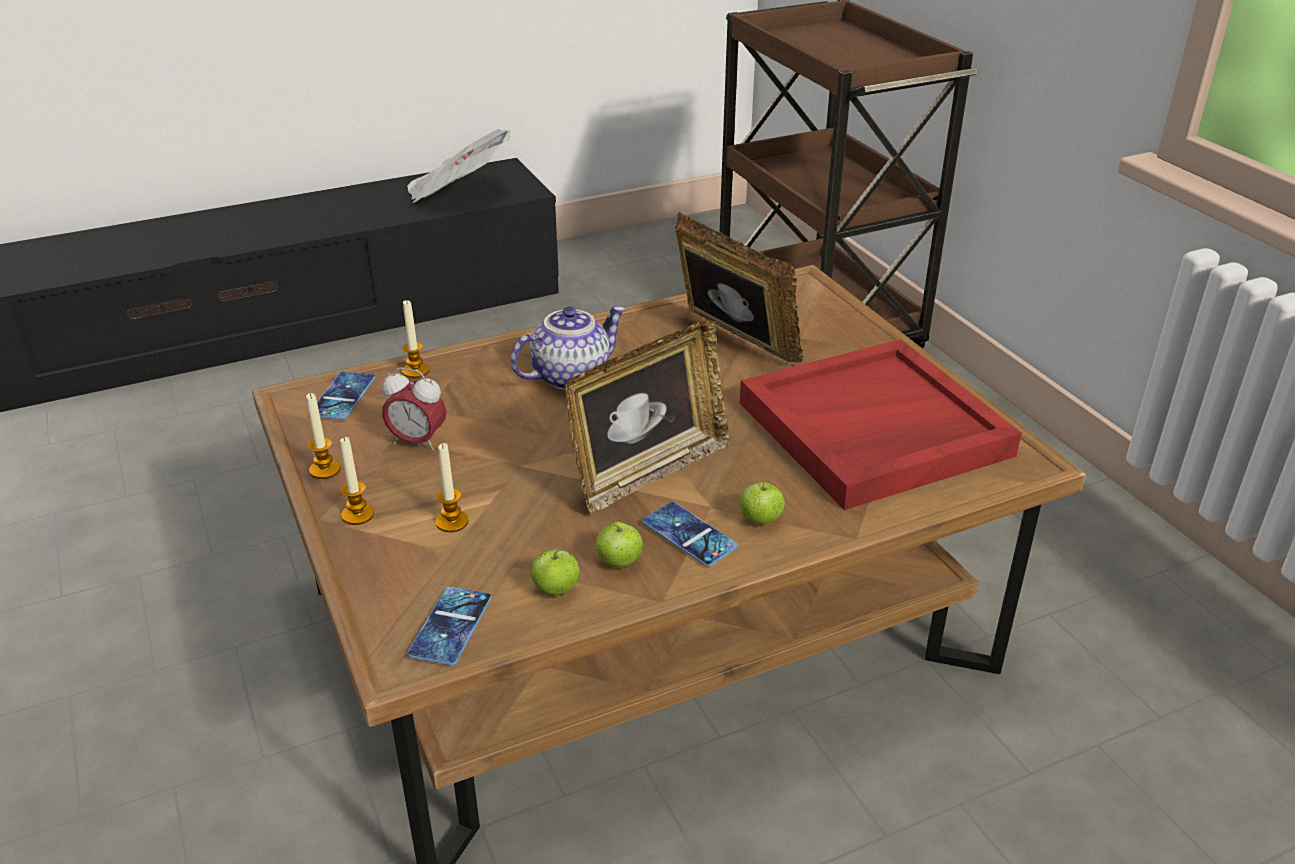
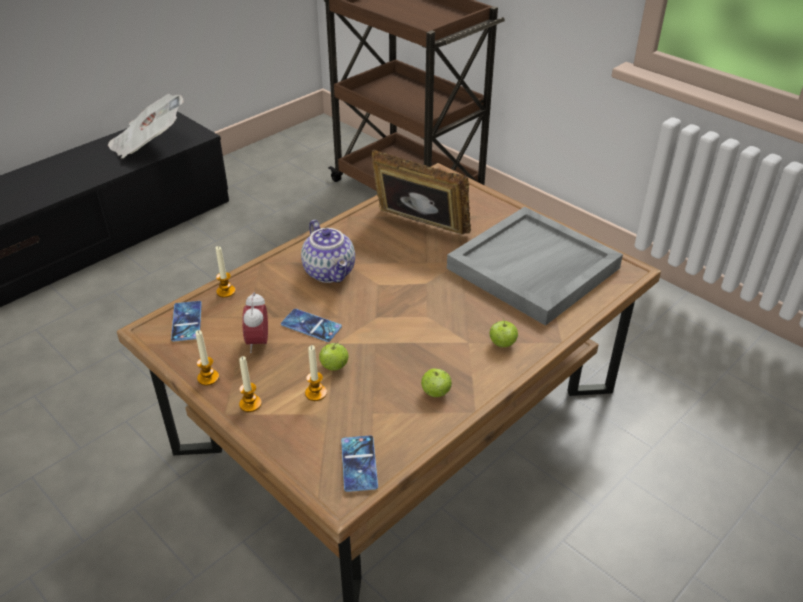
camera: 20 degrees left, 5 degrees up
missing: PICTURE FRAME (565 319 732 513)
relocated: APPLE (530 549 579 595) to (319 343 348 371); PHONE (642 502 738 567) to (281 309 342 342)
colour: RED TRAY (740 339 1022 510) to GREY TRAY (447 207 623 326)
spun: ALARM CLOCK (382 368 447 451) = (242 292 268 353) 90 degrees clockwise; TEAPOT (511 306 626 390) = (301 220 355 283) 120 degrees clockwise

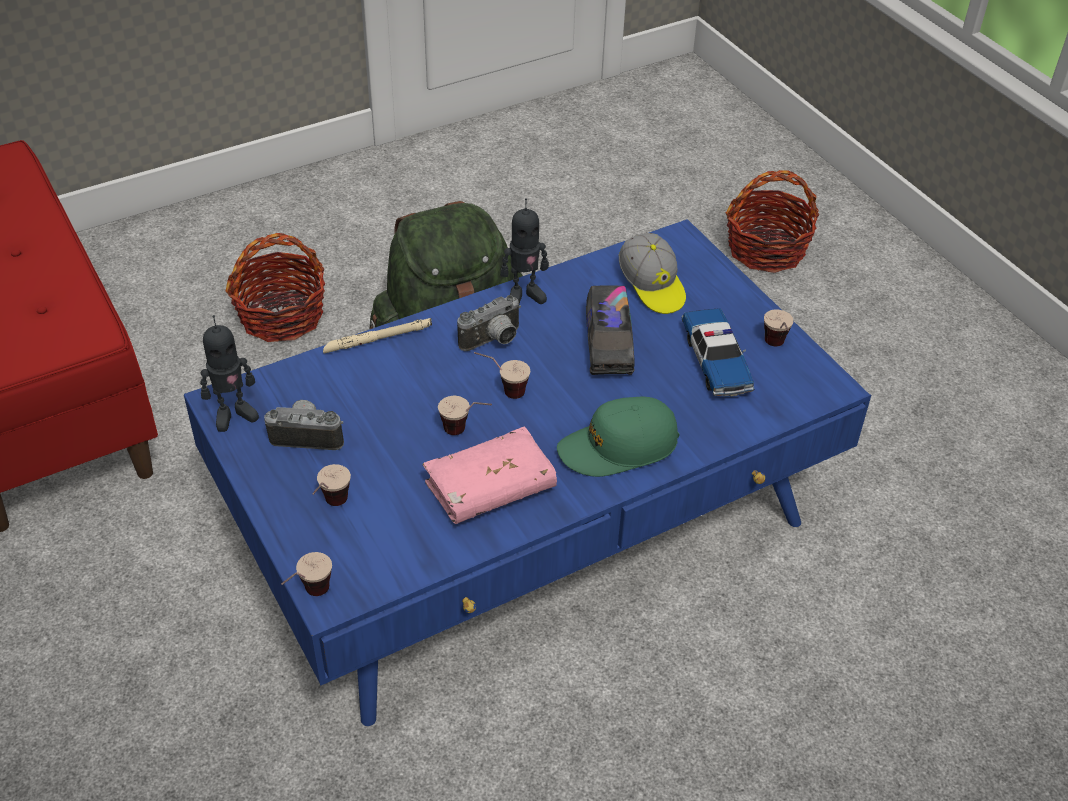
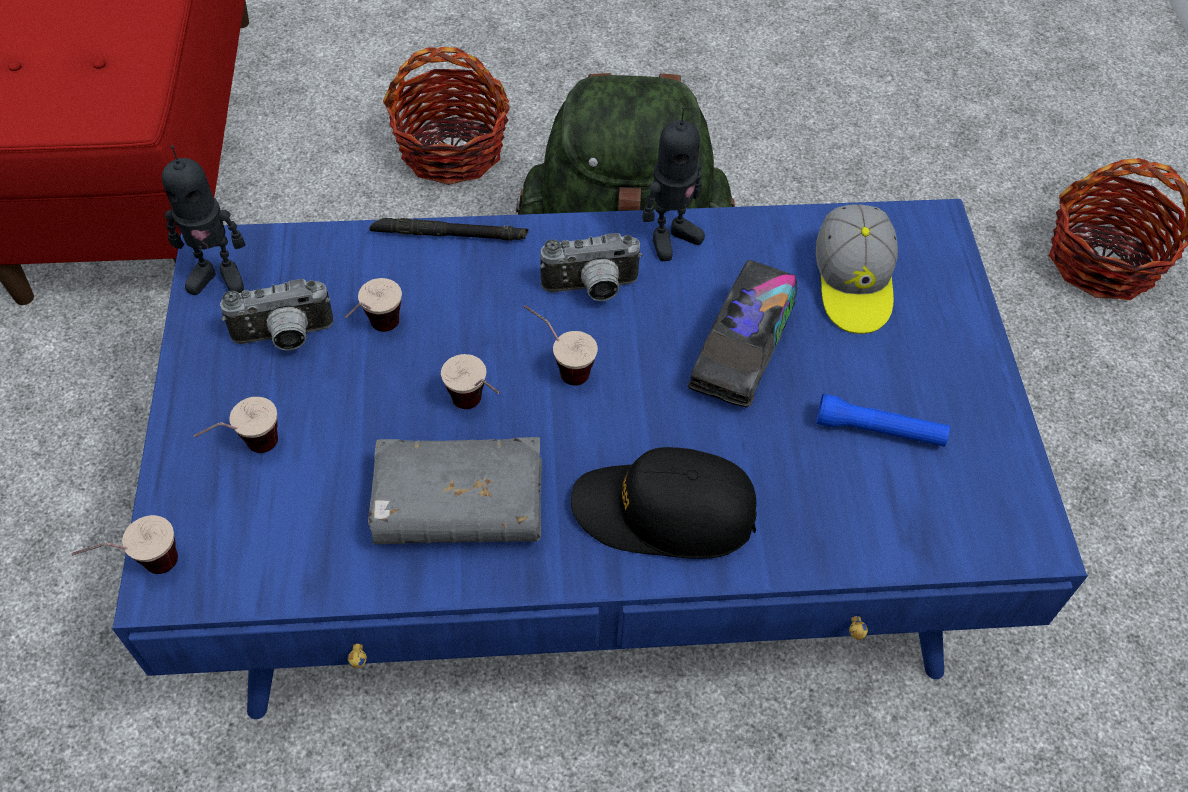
camera: 25 degrees right, 10 degrees up
relocated: CUP (764 309 793 346) to (345 278 402 332)
exchanged: TOY CAR (682 308 754 397) to BLUE FLASHLIGHT (816 394 950 447)
colour: BEIGE FLASHLIGHT (323 318 432 354) to BLACK FLASHLIGHT (369 218 529 241); PINK BOOK (423 427 557 524) to GREY BOOK (368 437 542 545); GREEN CAP (557 397 680 477) to BLACK CAP (571 447 757 559)
spun: PHOTO CAMERA (264 400 344 450) = (220 279 334 350) 135 degrees clockwise; TOY ROBOT (500 198 549 304) = (642 107 705 261) 45 degrees counterclockwise

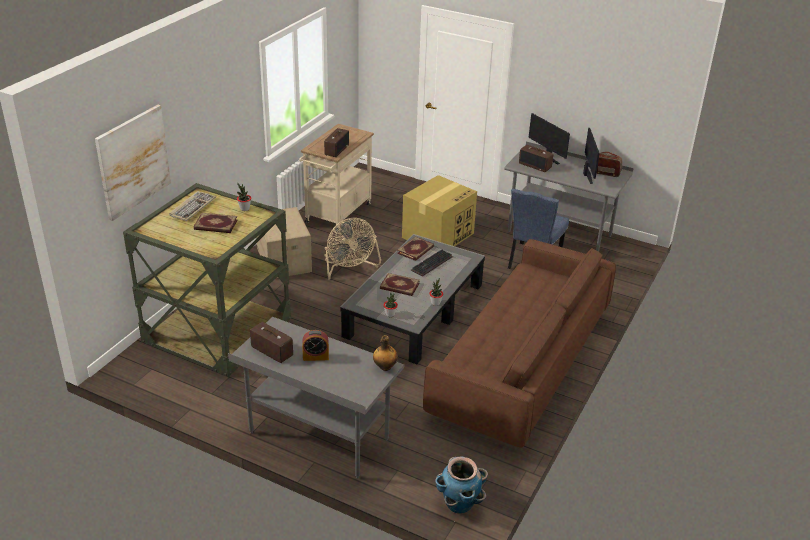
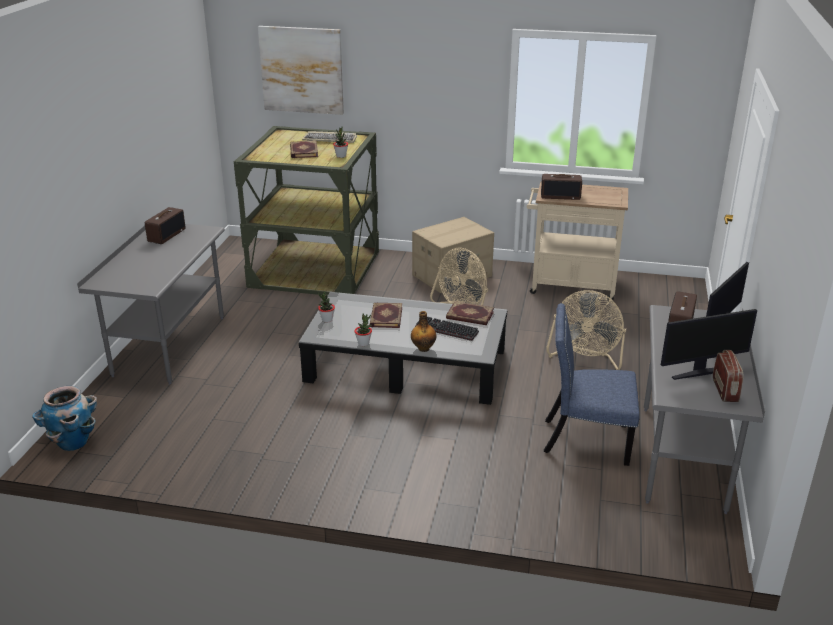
camera: 75 degrees right, 5 degrees down
missing: ALARM CLOCK (302 330 329 361); BROWN SOFA (423 239 616 447)
relocated: BOTTLE (373 335 398 371) to (411 311 436 352)
exchanged: CARDBOARD BOX (402 175 477 246) to BEIGE FAN (546 290 626 370)

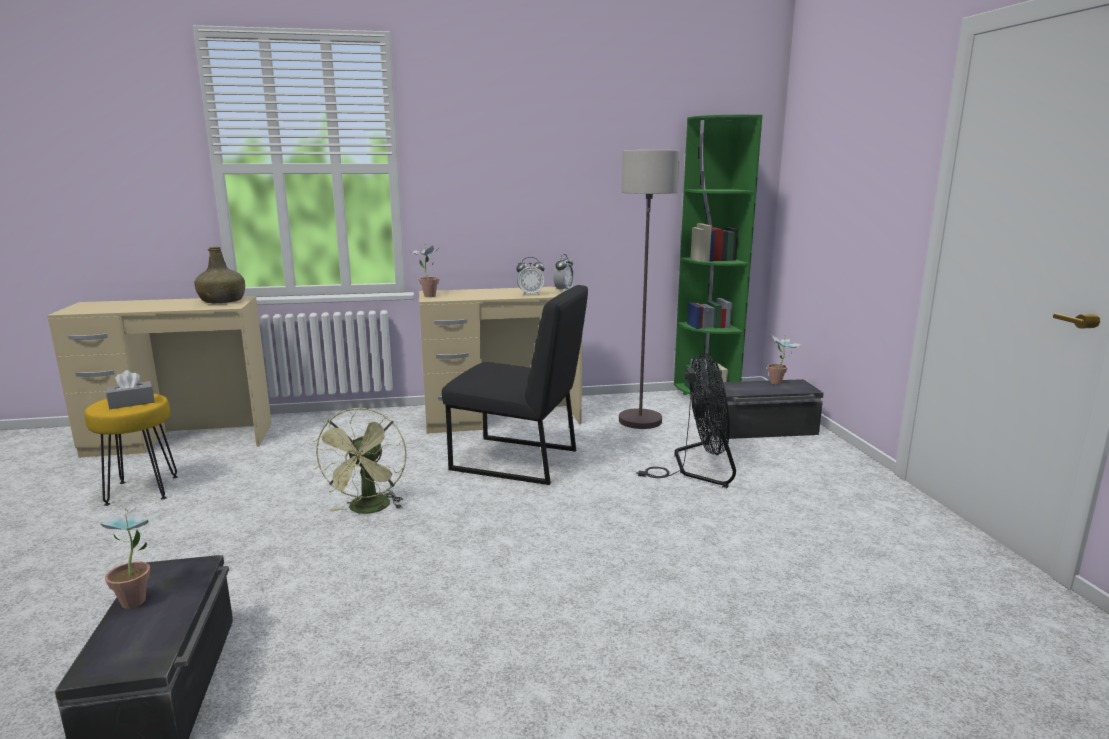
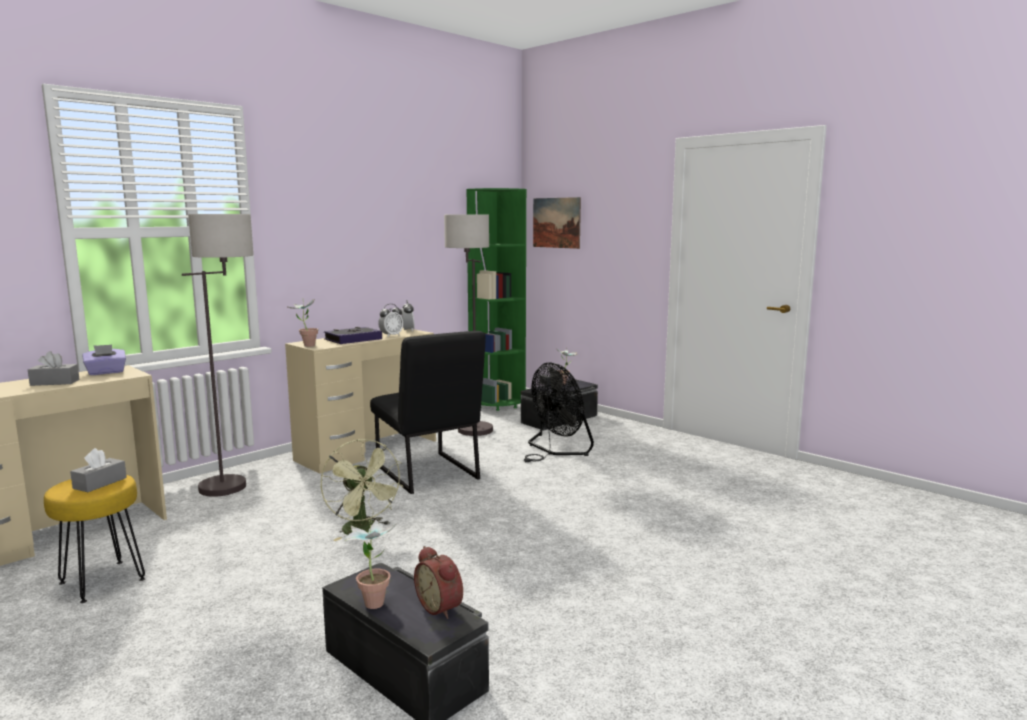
camera: 35 degrees left, 5 degrees down
appeared: GREY TISSUE BOX (28 351 79 386); GREY FLOOR LAMP (182 214 253 497); BOOK (324 327 382 344); ALARM CLOCK (414 546 463 619); PICTURE (533 197 581 249)
exchanged: GREEN BOTTLE (194 247 245 303) to PURPLE TISSUE BOX (82 344 126 375)
spun: BLACK CHAIR (442 285 588 485) = (370 331 486 494) 75 degrees clockwise

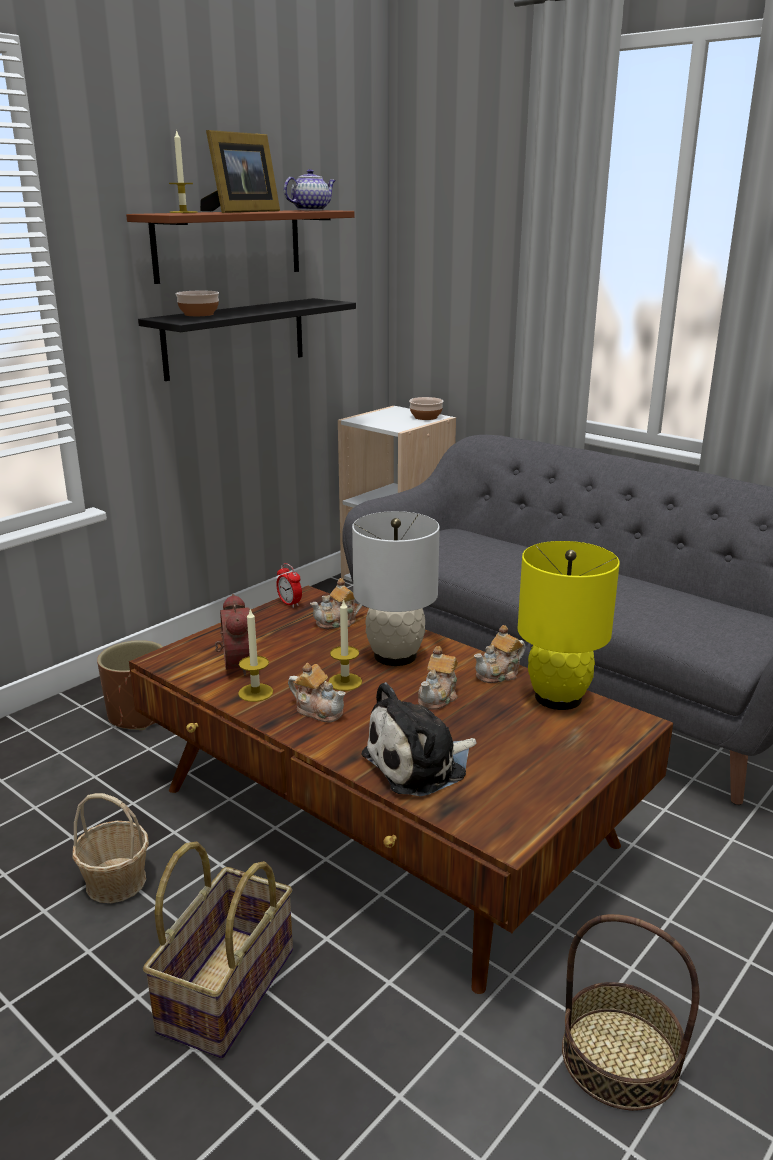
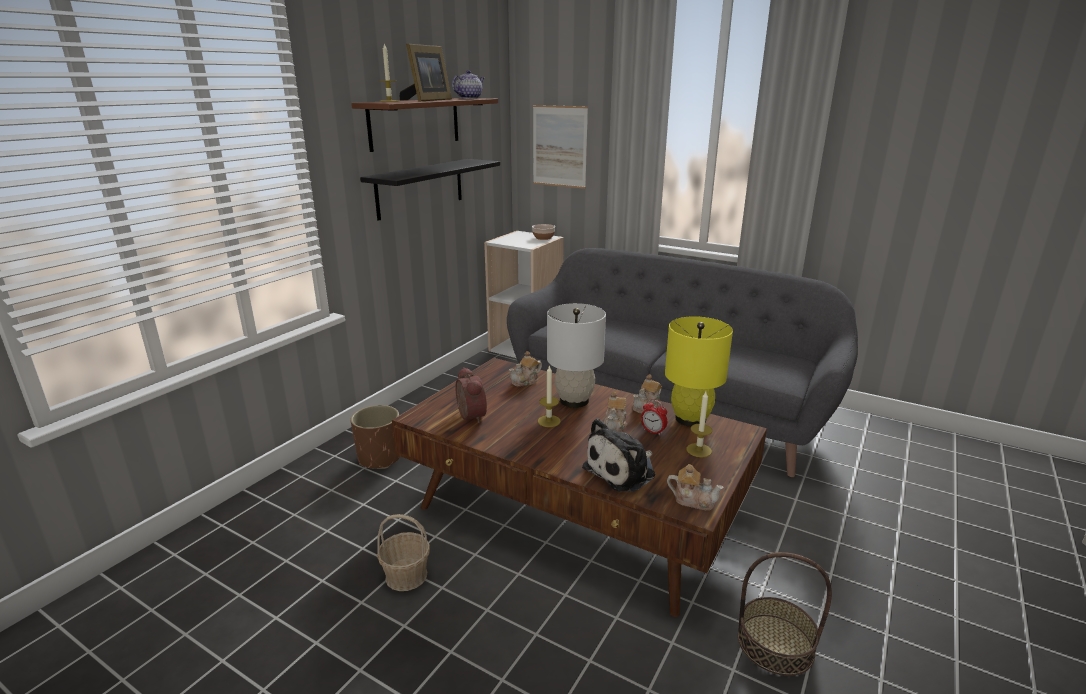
camera: 10 degrees left, 0 degrees up
missing: BASKET (143 842 293 1058); BOWL (176 291 219 316)
appeared: PICTURE (533 105 588 189)
relocated: CANDLE (238 609 273 702) to (686 392 713 458); ALARM CLOCK (276 563 302 608) to (641 399 667 436); TEAPOT (288 663 346 722) to (667 464 724 510)

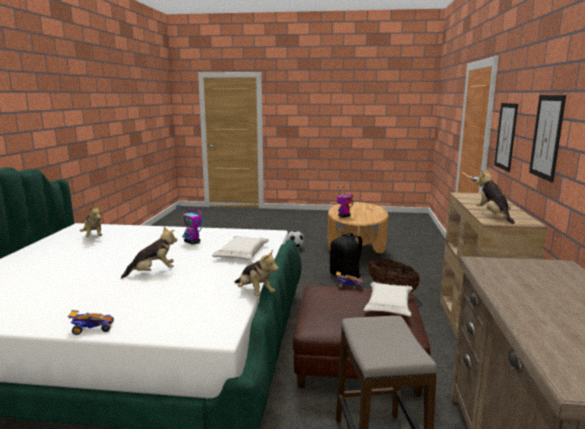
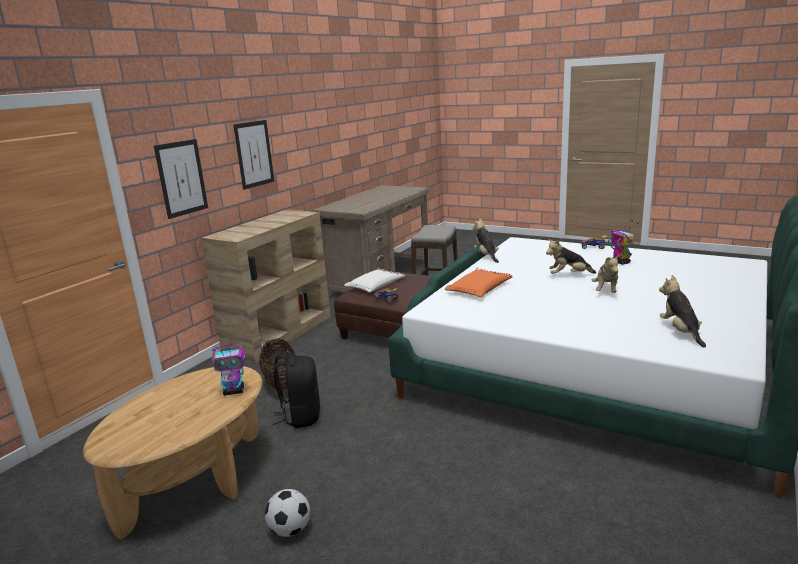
camera: 155 degrees left, 5 degrees up
relocated: TOY ROBOT (176 206 204 244) to (608 220 639 265); PLUSH TOY (476 170 515 224) to (592 254 620 293)
colour: WHITE PILLOW (212 236 269 260) to ORANGE PILLOW (445 268 513 298)

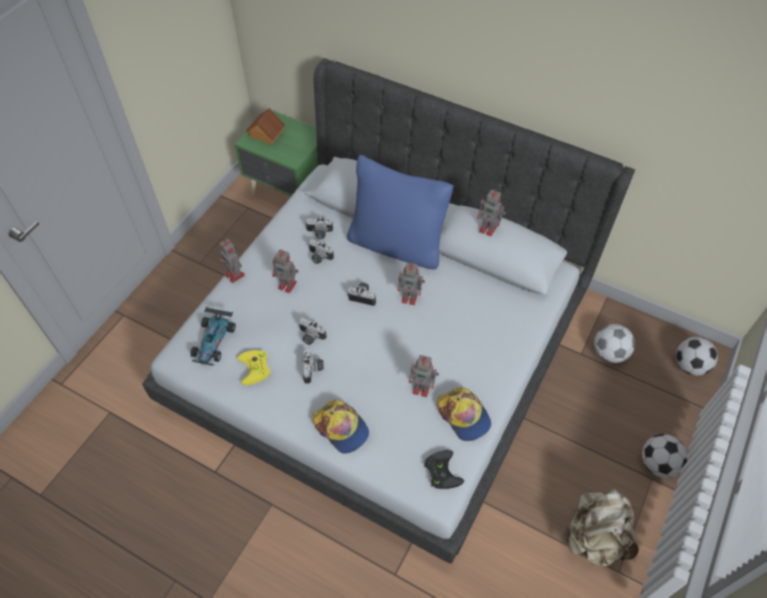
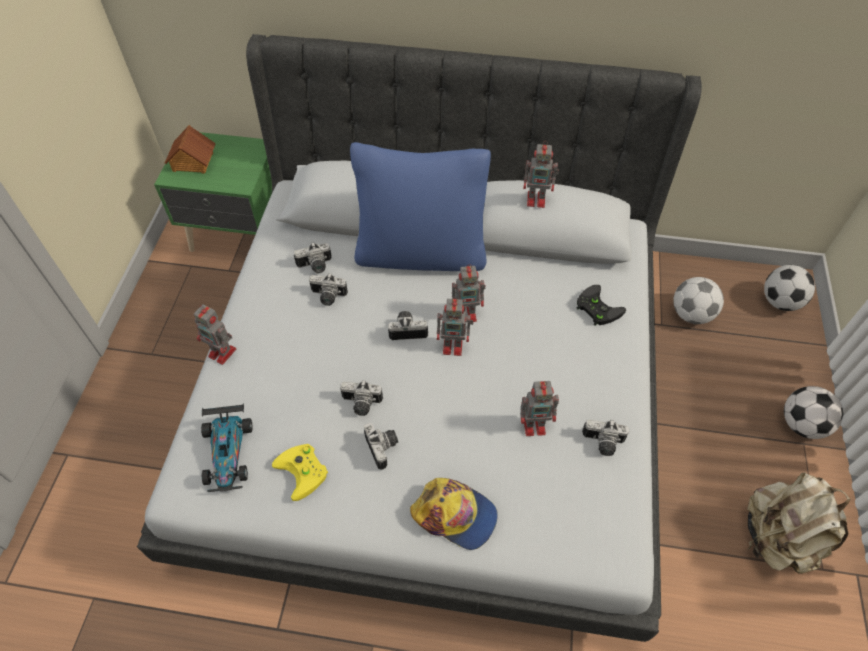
camera: 20 degrees left, 0 degrees up
relocated: TOY ROBOT (272 249 299 293) to (437 298 474 356); BLACK GAME CONTROLLER (424 450 464 489) to (577 285 626 325)
exchanged: CAP (437 387 491 441) to PHOTO CAMERA (582 419 629 456)

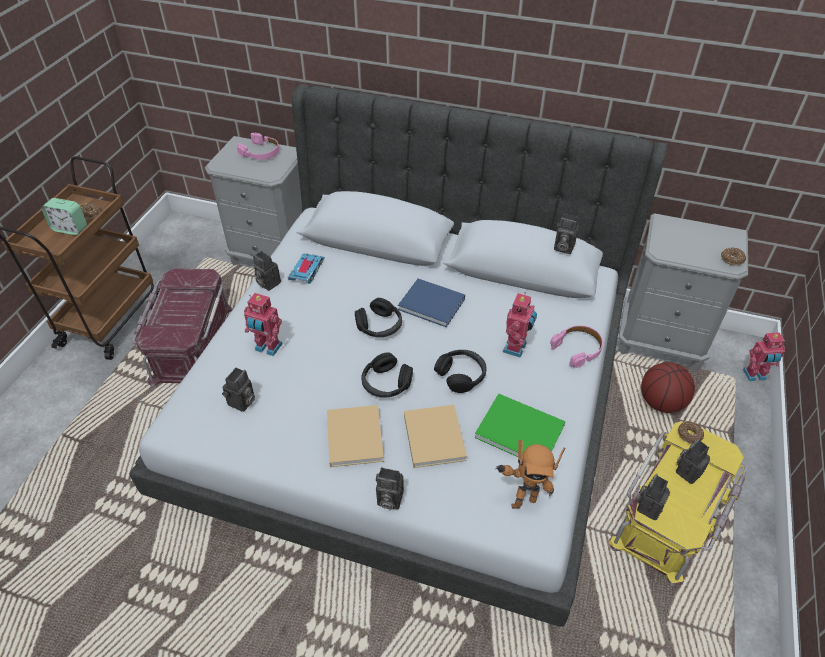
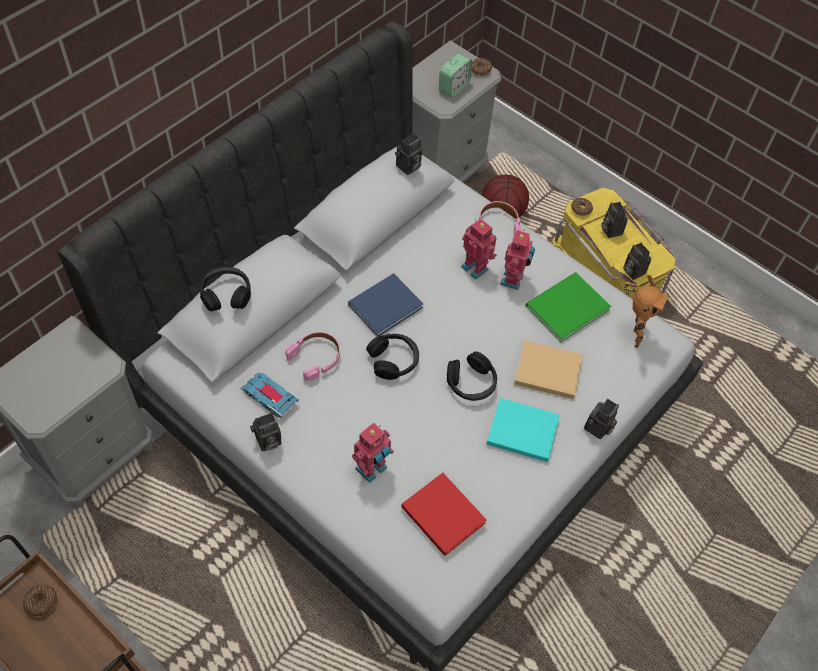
camera: 70 degrees left, 10 degrees up
missing: RED STORAGE BOX (133 268 233 387)
relocated: ALARM CLOCK (41 198 87 235) to (439 53 472 97); PINK HEADPHONES (237 133 279 160) to (285 332 340 381); BLACK HEADPHONES (434 350 487 393) to (200 267 251 311); TOY ROBOT (743 332 785 381) to (500 229 535 290)
exchanged: PHOTO CAMERA (222 367 255 412) to RED BOOK (401 473 486 556)
colour: BEIGE BOOK (327 405 384 467) to TURQUOISE BOOK (487 398 560 462)

